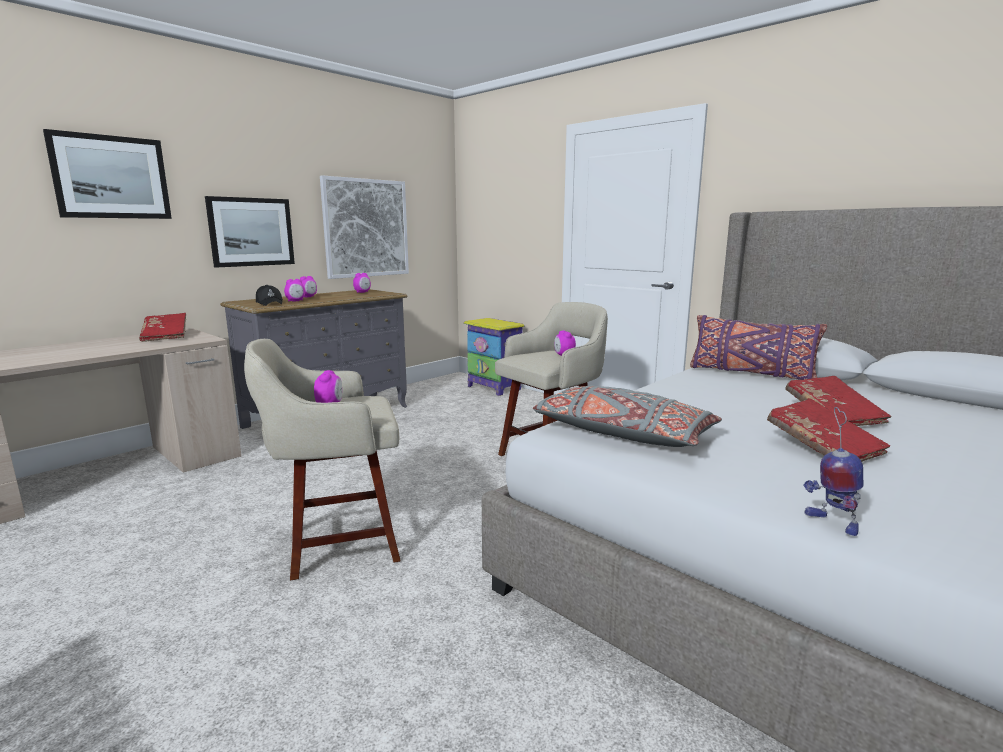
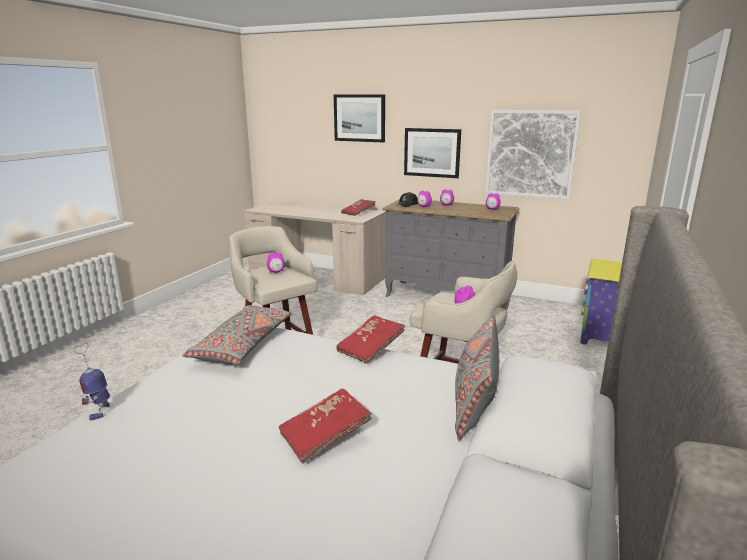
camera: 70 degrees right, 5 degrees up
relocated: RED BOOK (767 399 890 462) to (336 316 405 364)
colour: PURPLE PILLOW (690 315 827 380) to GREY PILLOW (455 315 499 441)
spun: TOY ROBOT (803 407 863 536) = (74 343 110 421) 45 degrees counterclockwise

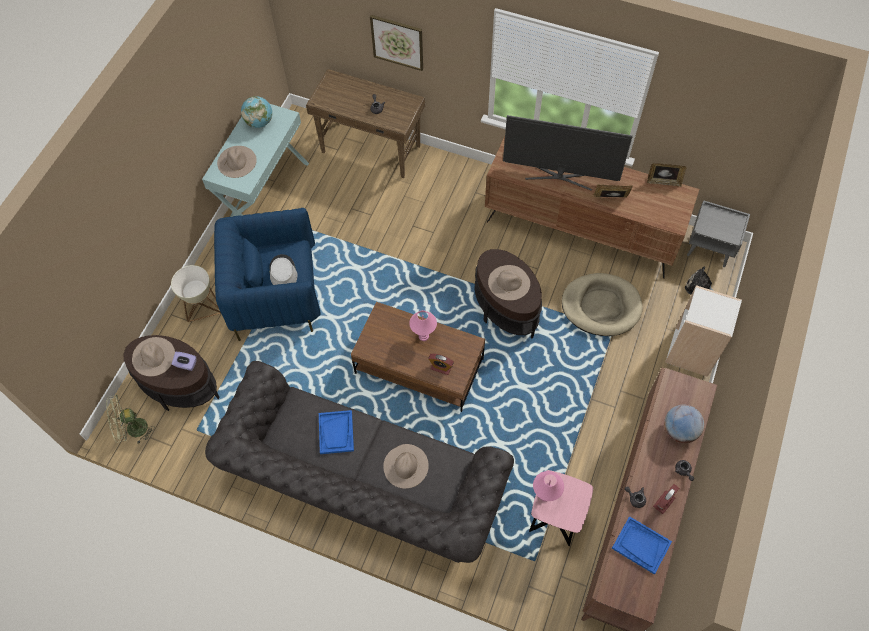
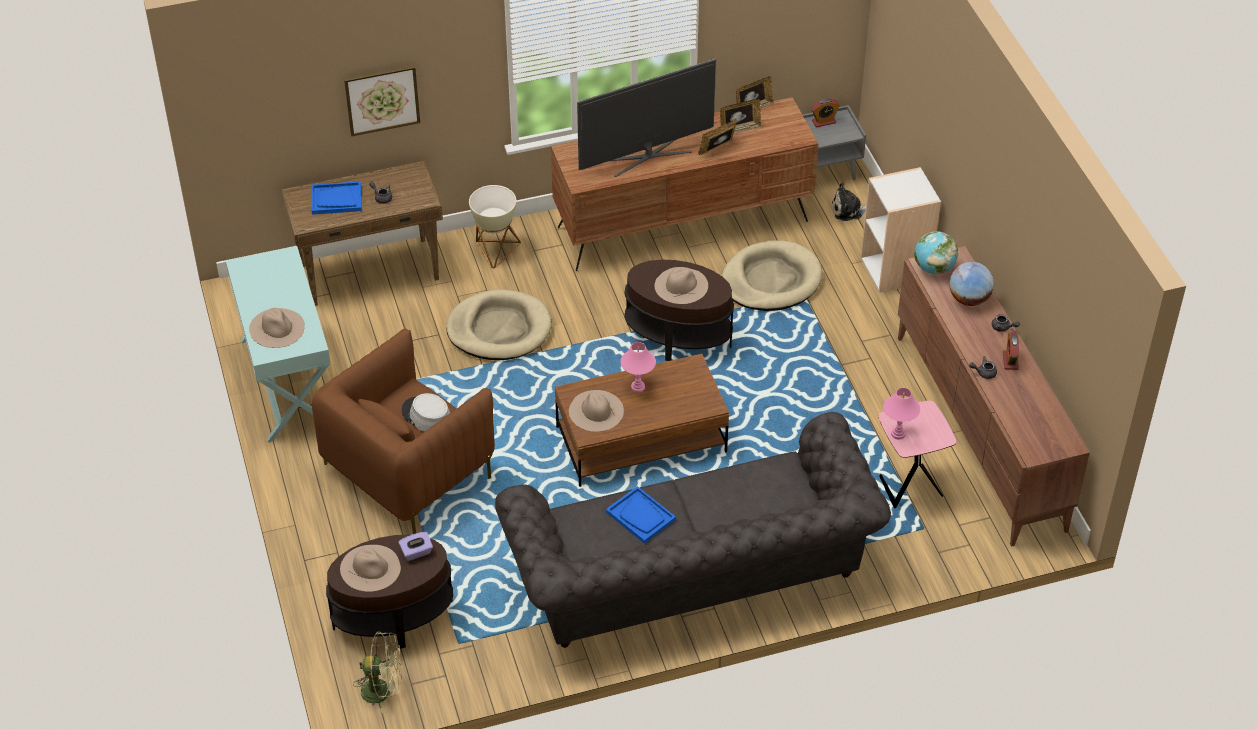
camera: 40 degrees left, 15 degrees down
appeared: BEIGE DOG BED (446 290 552 360); PICTURE FRAME (720 99 762 133)
relocated: PLANTER (171 265 221 322) to (469 185 521 268); GLOBE (241 96 272 128) to (914 231 958 274); BEIGE HAT (383 444 429 489) to (569 390 624 432); ALARM CLOCK (428 354 454 375) to (811 99 840 127); BLUE TRAY (612 516 672 575) to (311 181 362 215)
colour: BLUE ARMCHAIR (214 208 321 341) to BROWN ARMCHAIR (312 329 495 534)
spun: GREEN FAN (106 395 155 444) = (353 631 402 713) 120 degrees counterclockwise

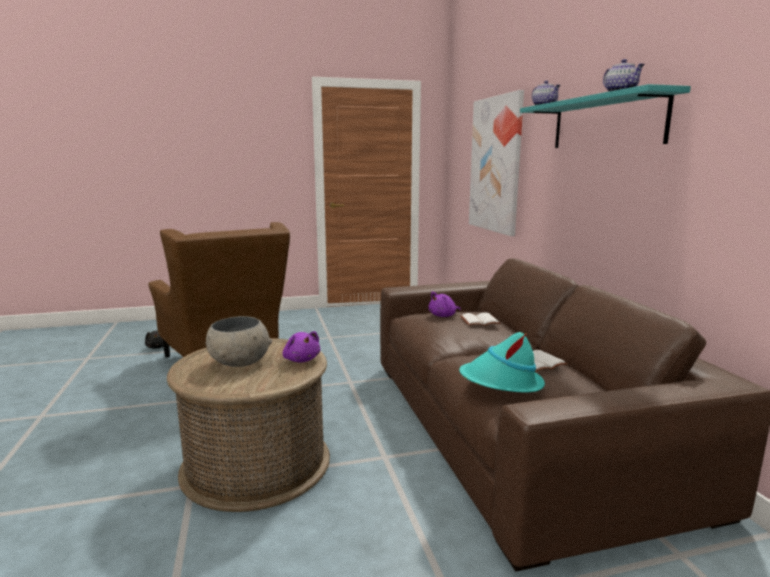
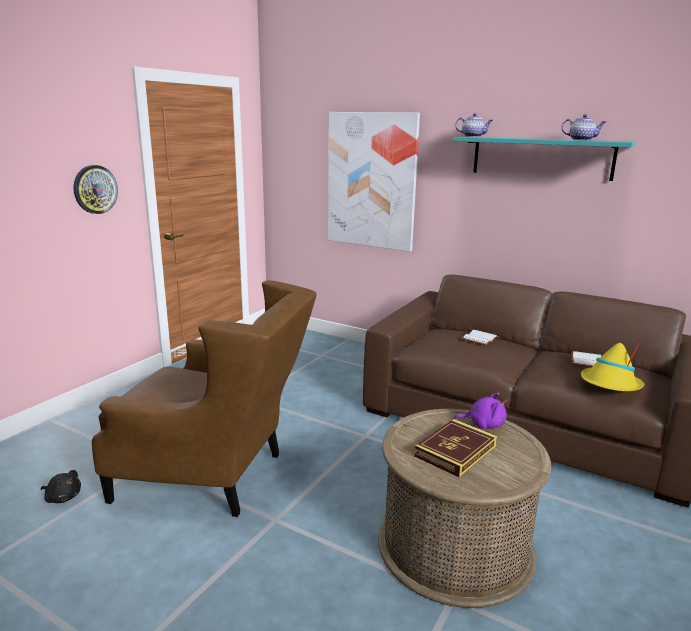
camera: 45 degrees left, 5 degrees up
missing: PURPLE PLUSH TOY (429 291 461 317)
appeared: WALL CLOCK (73 165 118 214)
exchanged: GREY BOWL (206 316 272 367) to BOOK (415 419 497 477)
colour: TURQUOISE HAT (459 332 545 392) to YELLOW HAT (581 343 644 391)

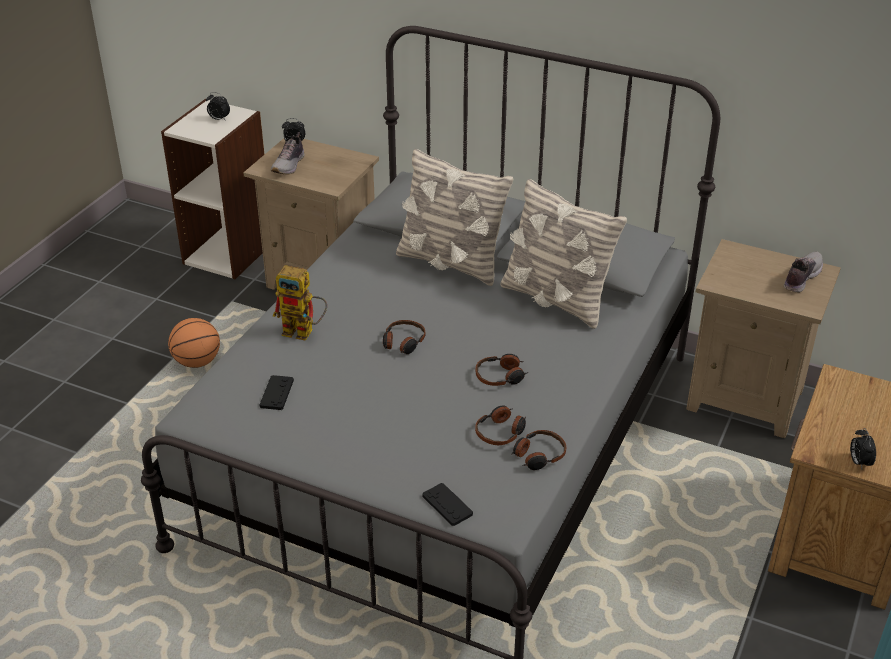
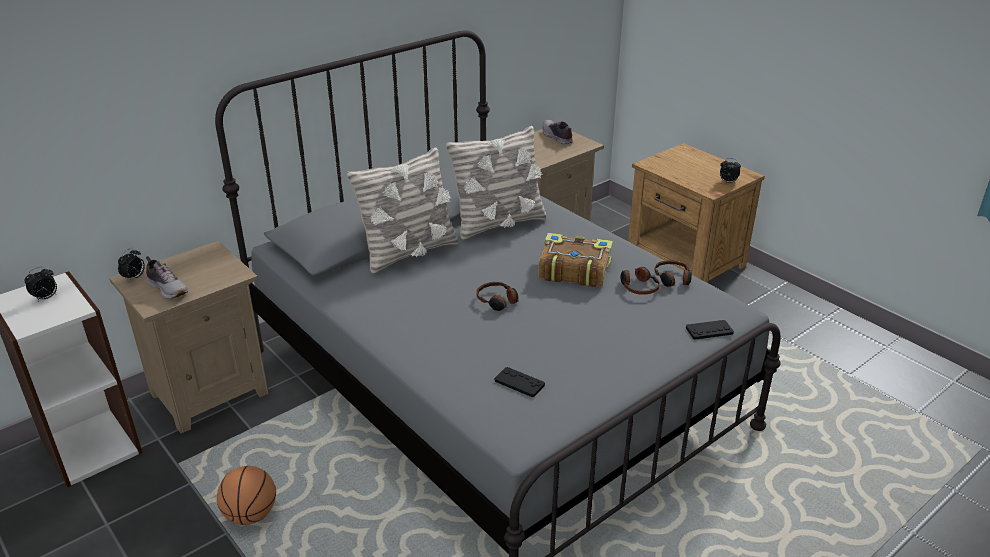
camera: 65 degrees left, 5 degrees down
missing: TOY ROBOT (273 265 327 341)
exchanged: HEADPHONES (476 354 528 386) to BOOK (539 233 613 287)

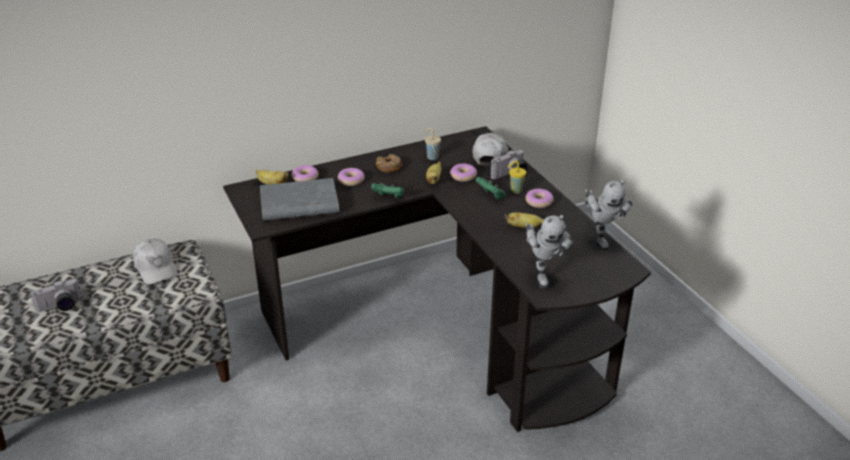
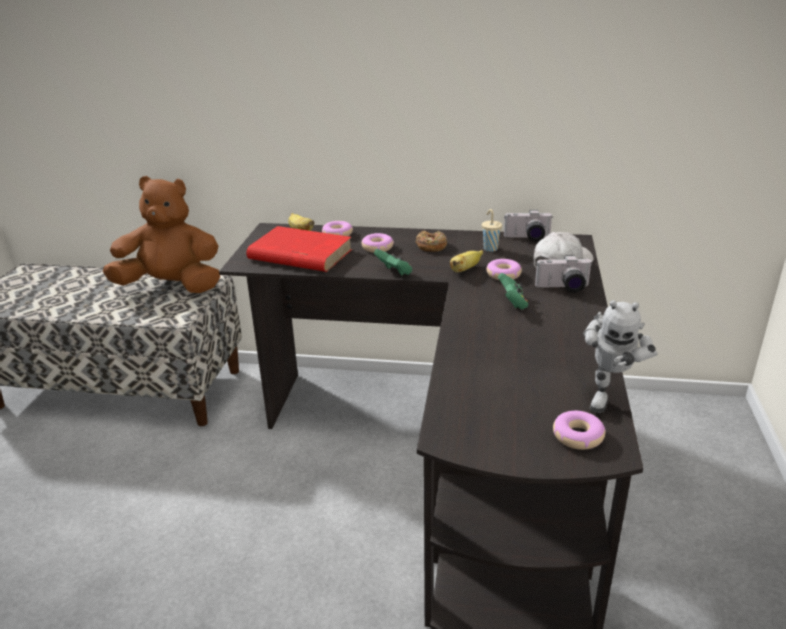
camera: 35 degrees right, 5 degrees down
missing: BANANA (505 212 544 228); YELLOW CUP (508 161 526 194); TOY ROBOT (525 215 574 288)
relocated: PHOTO CAMERA (30 279 81 312) to (504 210 552 241); DONUT (525 189 554 208) to (553 411 606 450)
exchanged: WHITE CAP (133 239 177 285) to BROWN PLUSH TOY (103 176 220 293)
colour: GREY BOOK (260 178 339 221) to RED BOOK (246 226 352 272)

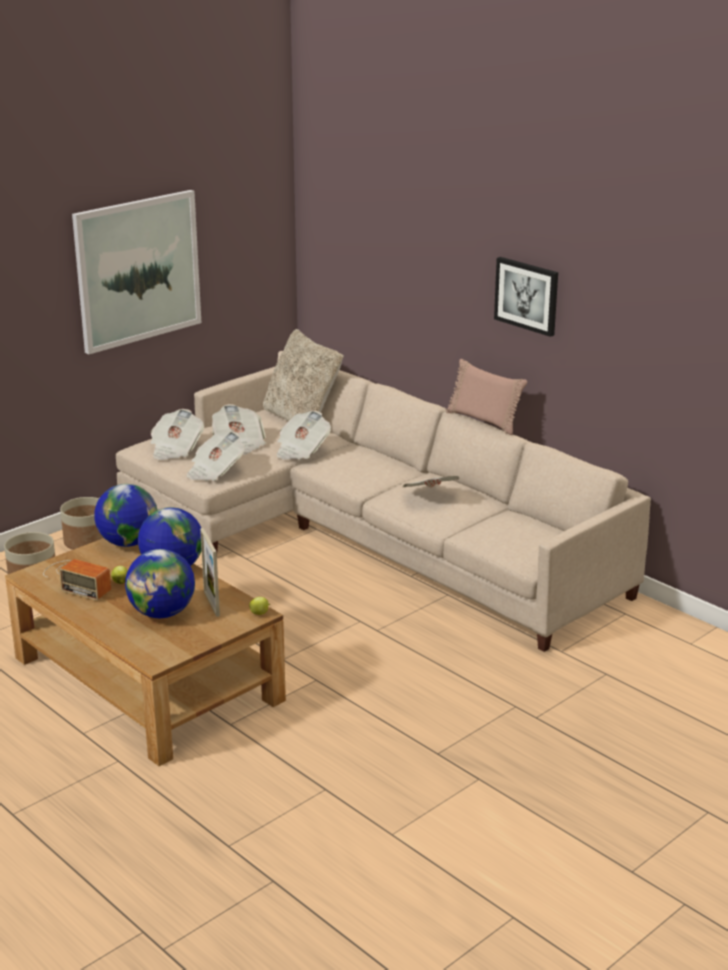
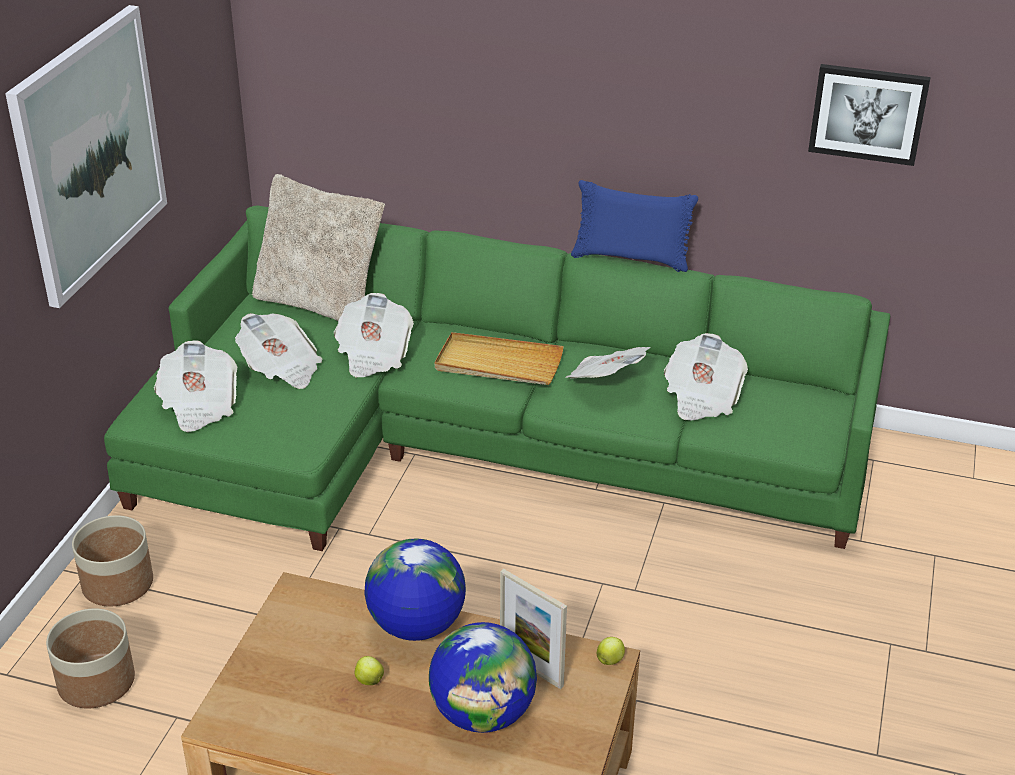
camera: 30 degrees left, 10 degrees up
missing: RADIO (43 559 111 601); GLOBE (94 484 157 547)
appeared: BEIGE TRAY (435 332 564 385)
relocated: NEWSPAPER (186 431 245 481) to (664 333 748 420); PICTURE (494 257 558 337) to (808 64 931 166)
colour: BEIGE SOFA (116 351 651 652) to GREEN SOFA (104 206 890 551); BEIGE PILLOW (446 359 527 435) to BLUE PILLOW (571 180 698 272)

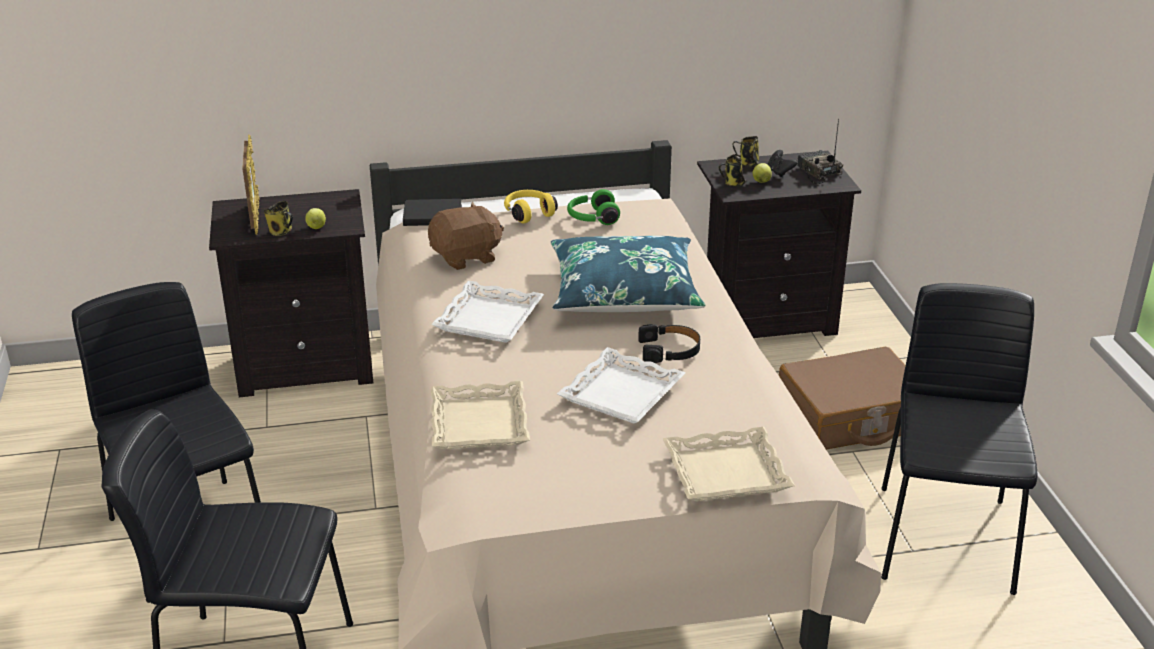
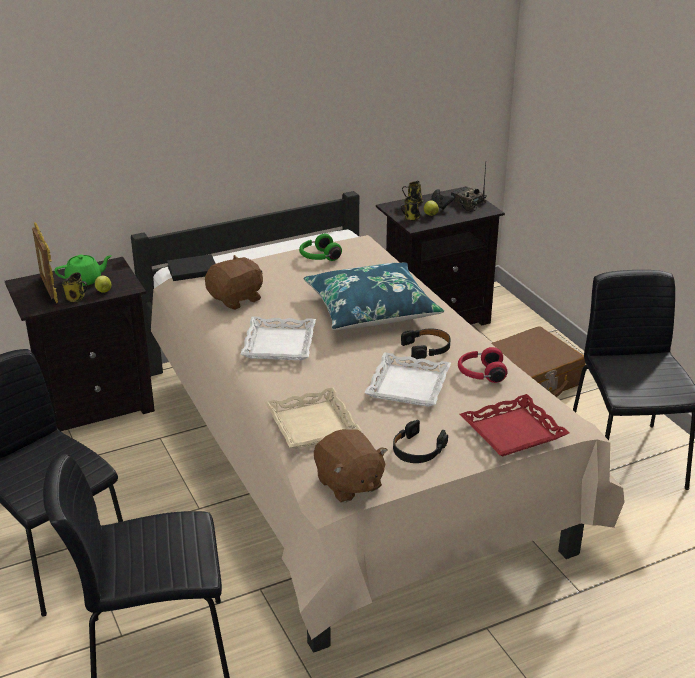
camera: 15 degrees left, 0 degrees up
missing: YELLOW HEADPHONES (504 190 558 223)
appeared: GREEN TEAPOT (54 255 112 286); BROWN PLUSH TOY (314 429 387 503); BLACK HEADPHONES (393 420 448 463); RED HEADPHONES (458 347 507 383)
colour: BEIGE TRAY (663 427 795 502) to RED TRAY (460 394 570 456)

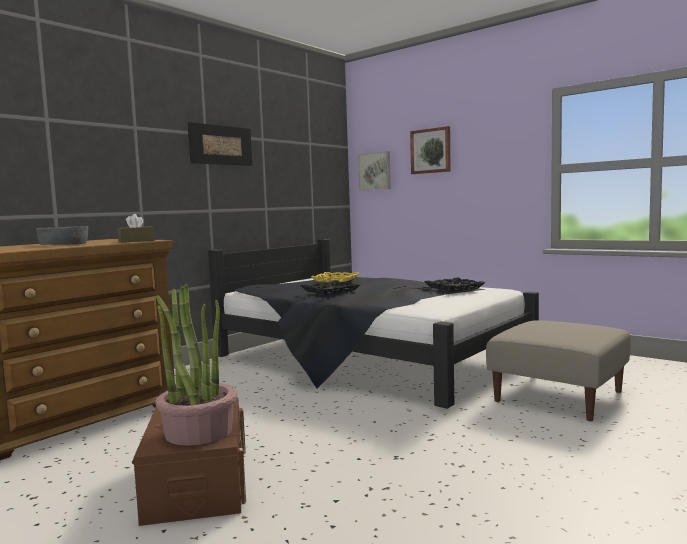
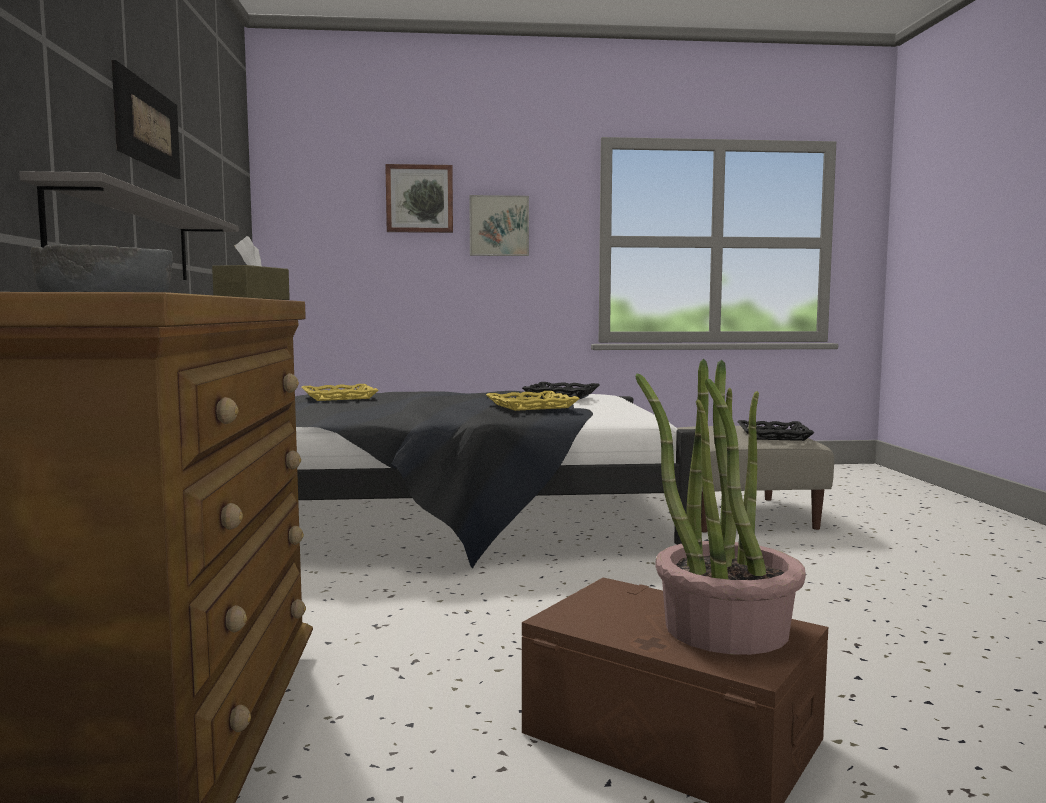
camera: 45 degrees left, 0 degrees up
appeared: GREY SHELF (19 171 239 280); YELLOW TRAY (486 391 580 411)
relocated: BLACK TRAY (300 280 361 295) to (737 420 815 441); PICTURE (358 151 391 191) to (469 195 529 256)

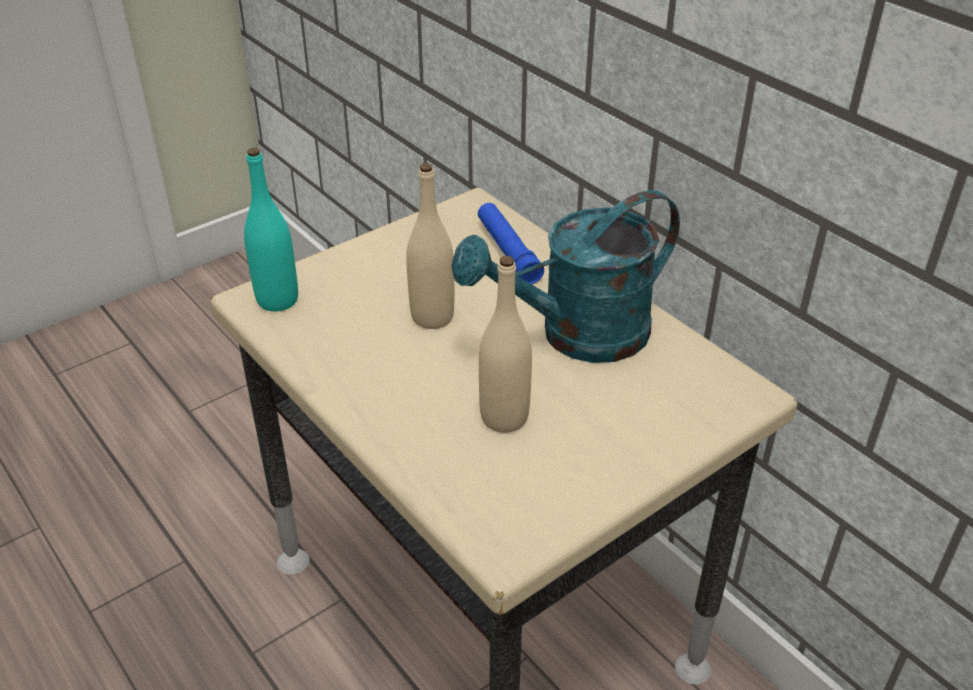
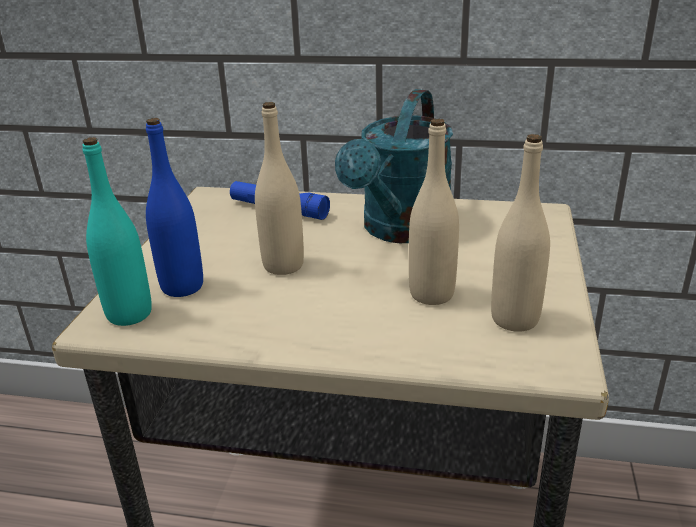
camera: 40 degrees left, 10 degrees down
appeared: BLUE BOTTLE (146 118 203 297); BEIGE BOTTLE (491 134 550 332)

